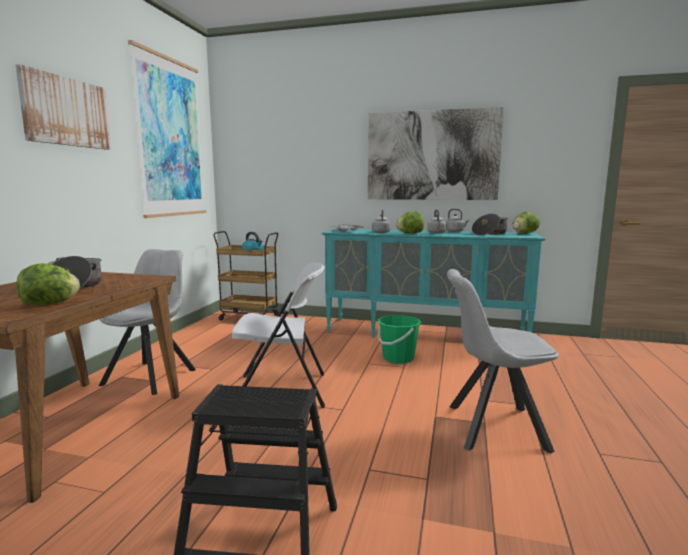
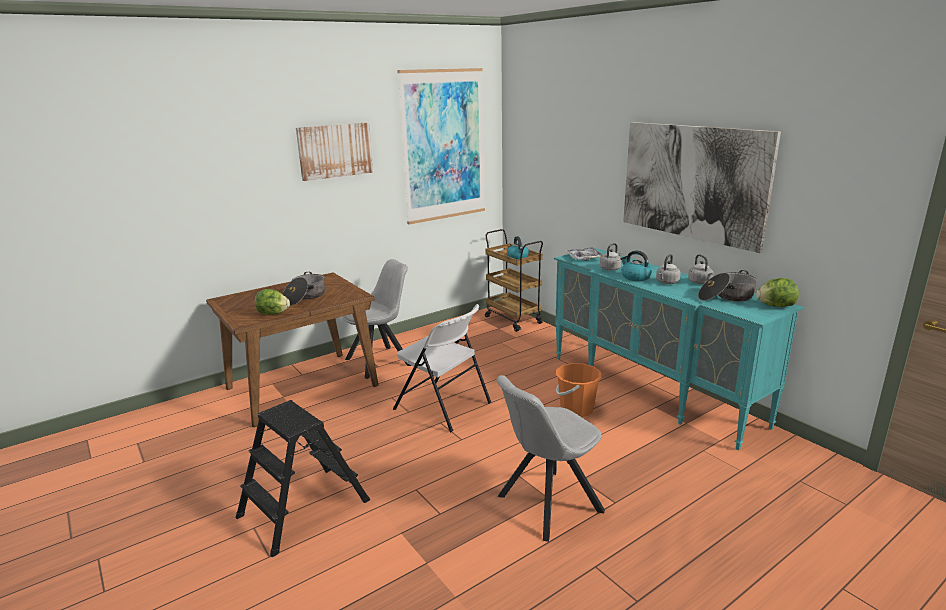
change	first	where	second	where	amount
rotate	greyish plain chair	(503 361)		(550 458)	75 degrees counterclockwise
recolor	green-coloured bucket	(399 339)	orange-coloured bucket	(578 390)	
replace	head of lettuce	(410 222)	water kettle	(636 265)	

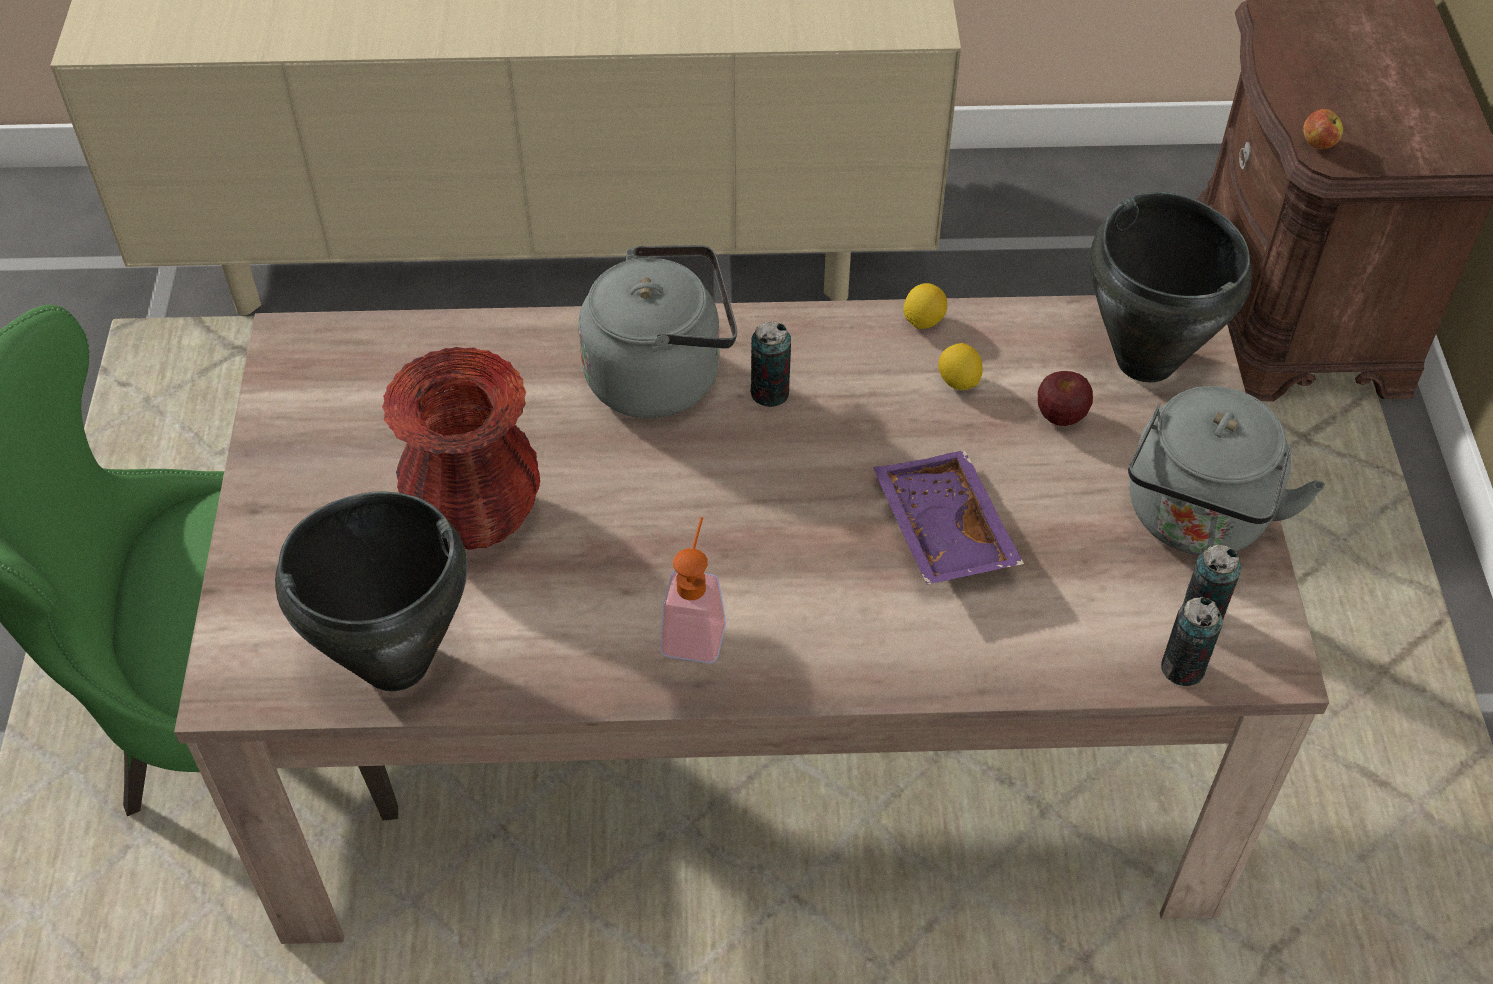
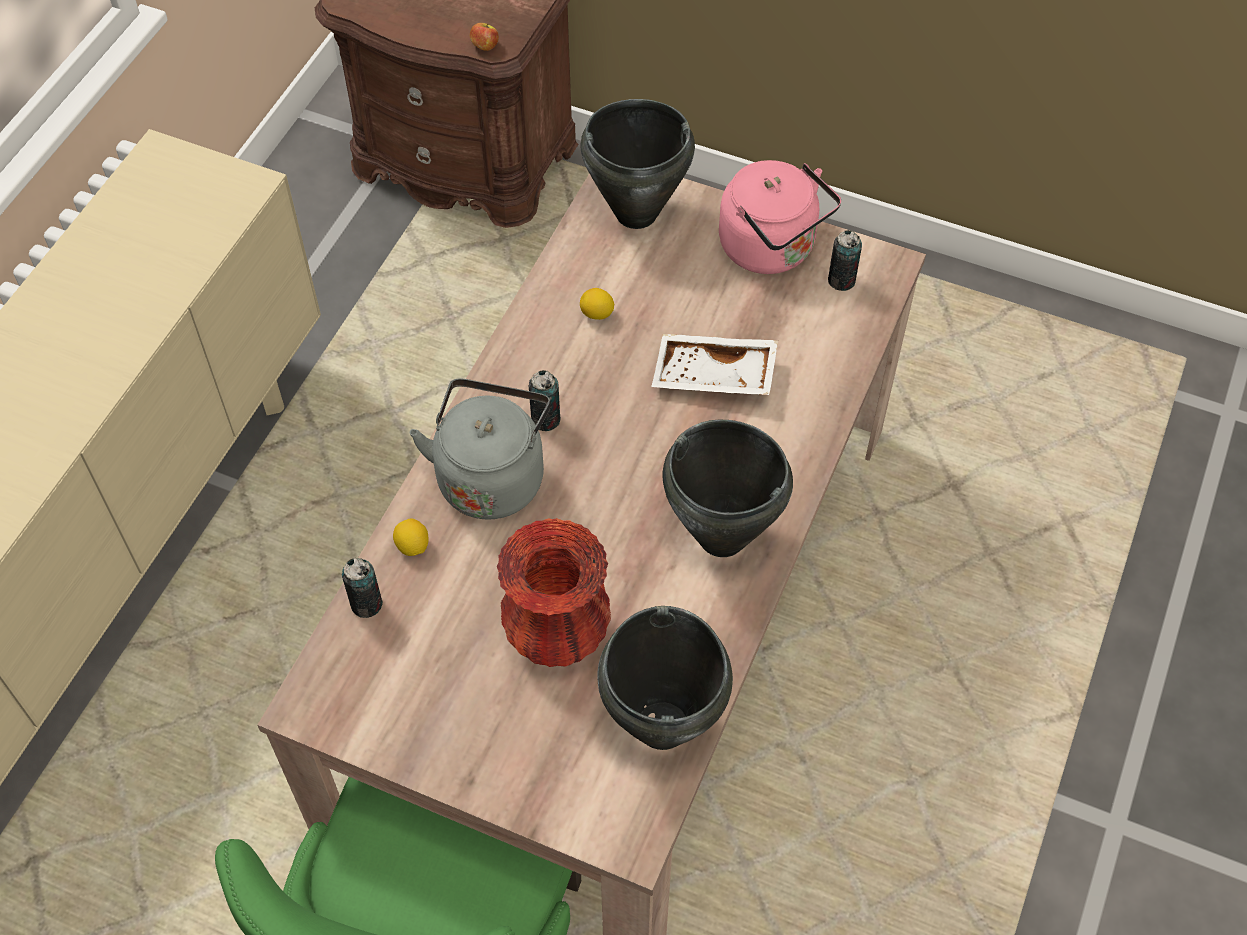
change	first	where	second	where	amount
move	metal can	(1192 641)		(362 587)	
move	lemon	(925 306)		(411 537)	
recolor	purplish tray	(948 517)	white tray	(714 364)	
replace	liquid soap bottle	(693 590)	black cooking pot	(728 488)	
recolor	greyish water kettle	(1226 470)	pink-coloured water kettle	(780 217)	
delete	whole apple	(1065 398)			

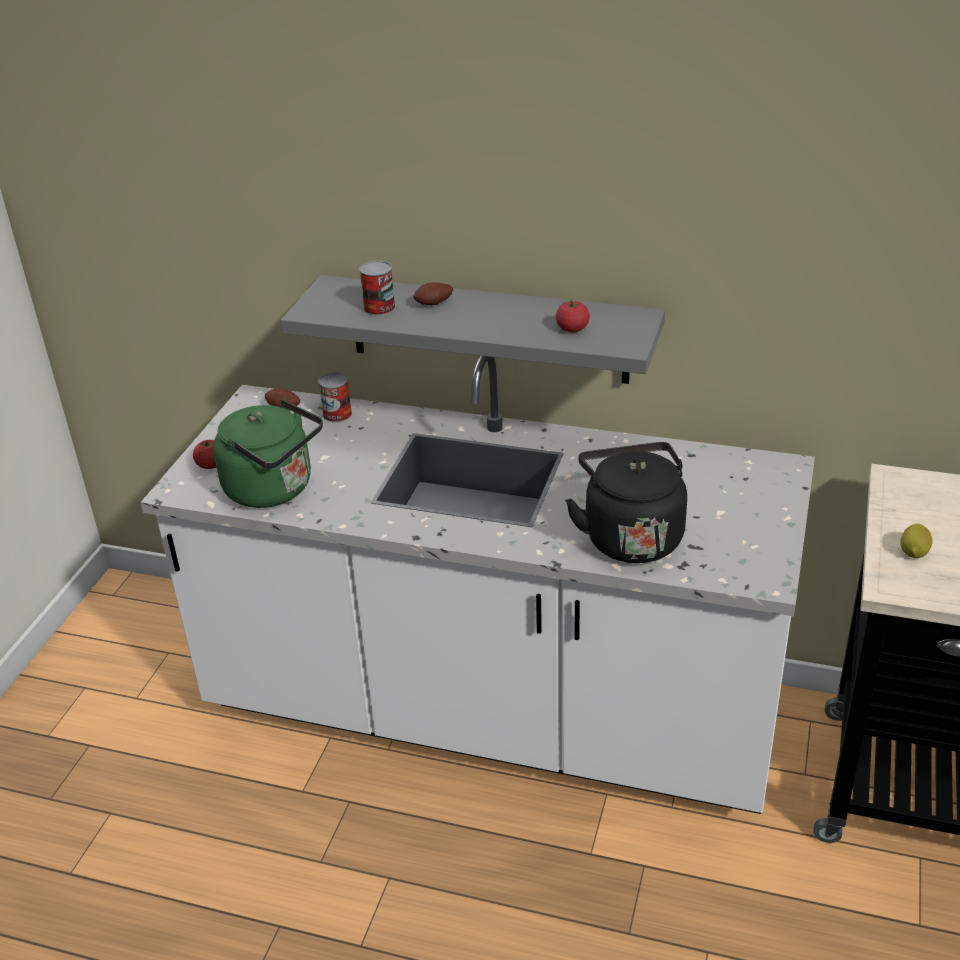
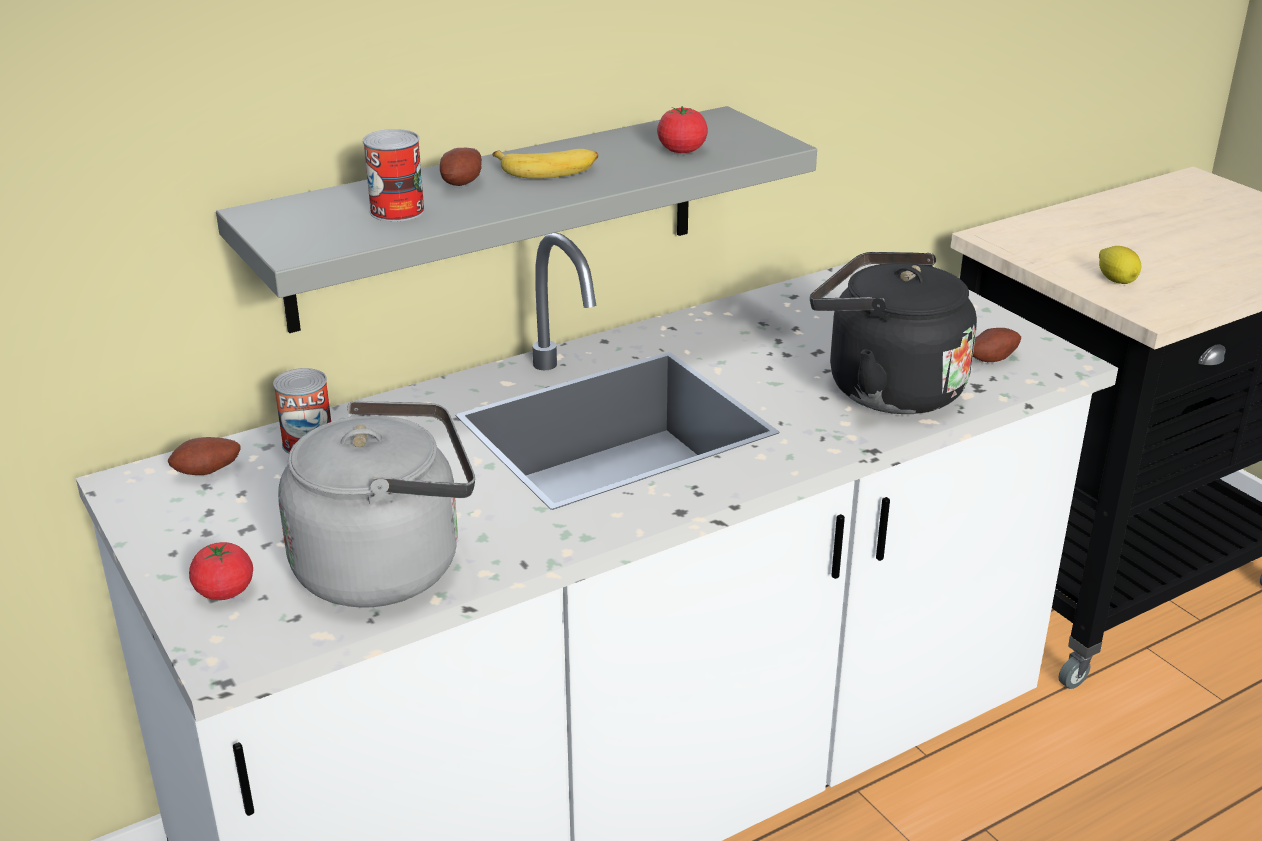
change	first	where	second	where	amount
recolor	green-coloured water kettle	(268 453)	greyish water kettle	(376 504)	
insert			whole banana	(545 164)	
insert			potato	(997 345)	

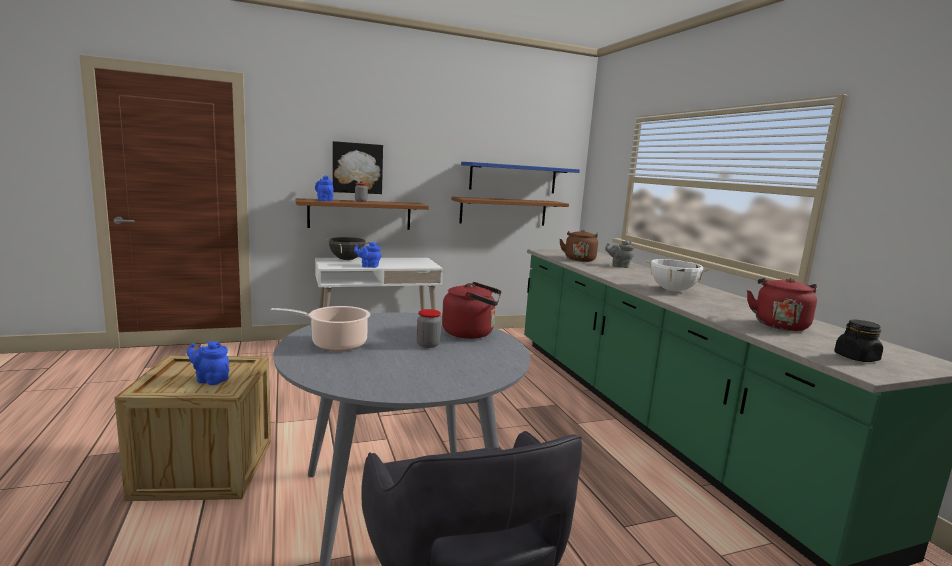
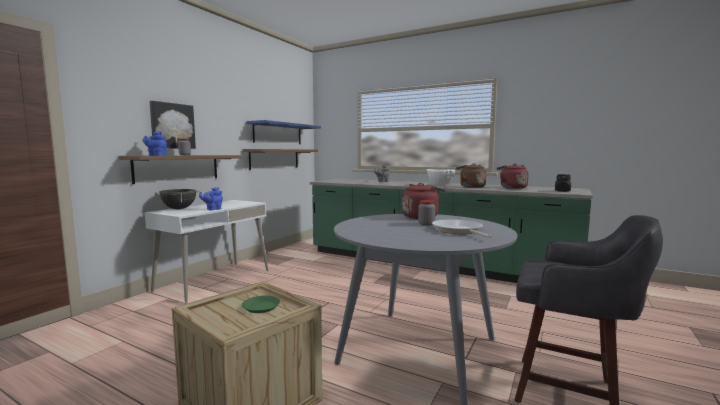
change	first	where	second	where	amount
replace	blue pot for tea	(208 363)	green-coloured plate	(261 304)	
insert			skillet	(462 228)	
move	brown-coloured water kettle	(579 246)		(471 175)	
delete	cooking pot	(320 328)			

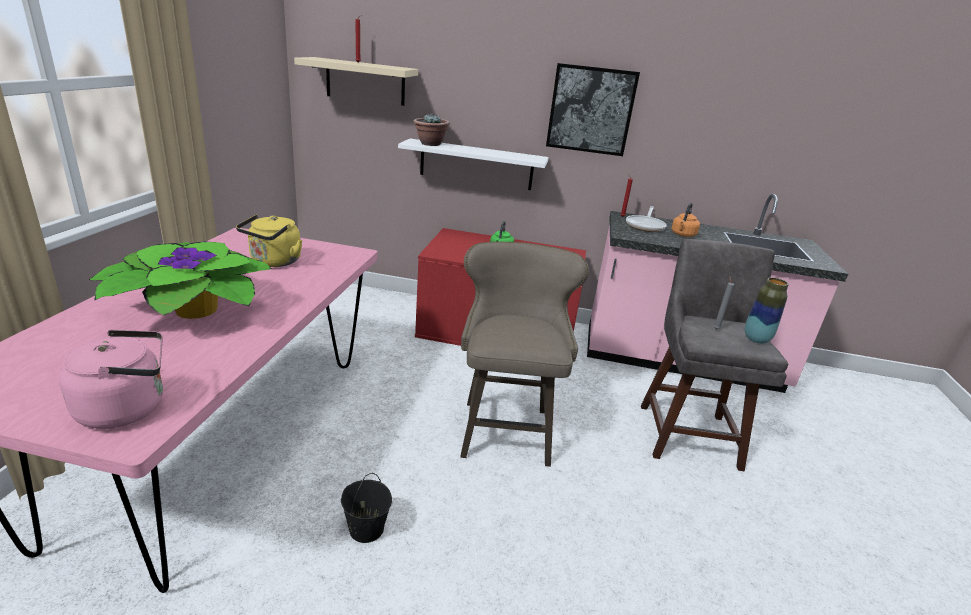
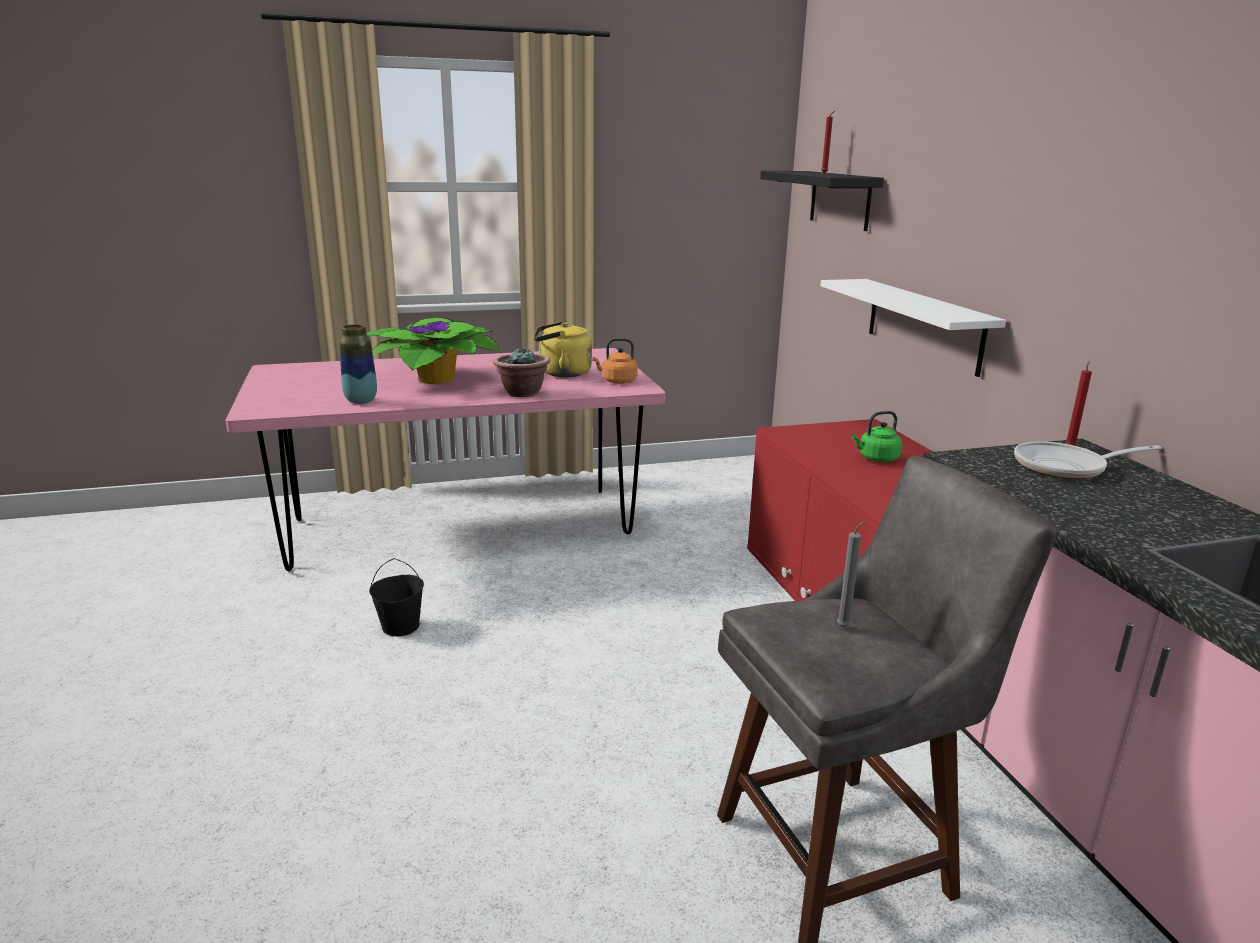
change	first	where	second	where	amount
move	decorative vase	(767 310)		(358 364)	
move	plant in a pot	(431 130)		(521 372)	
move	orange-coloured water kettle	(685 220)		(615 361)	
recolor	beige-coloured shelf	(356 81)	black shelf	(822 201)	
delete	pink-coloured water kettle	(111 379)			
delete	beige-coloured sitting stool	(525 354)			
delete	wall art	(593 109)			

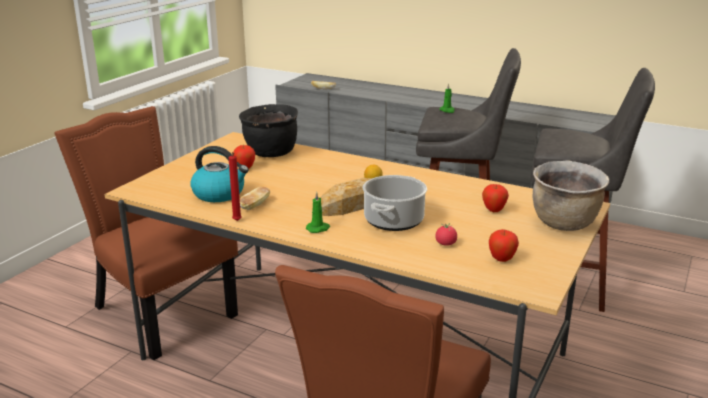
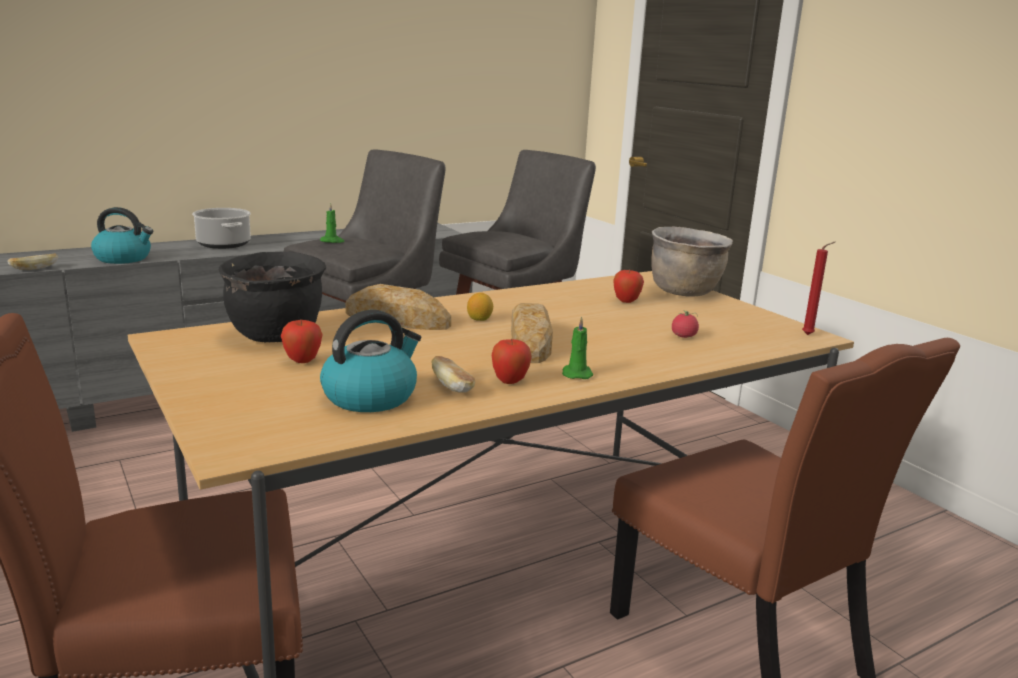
change	first	where	second	where	amount
insert			water kettle	(122 235)	
move	cooking pot	(394 203)		(221 228)	
insert			bread	(398 307)	
move	whole apple	(504 245)		(512 361)	
move	reddish wax candle	(235 186)		(818 288)	

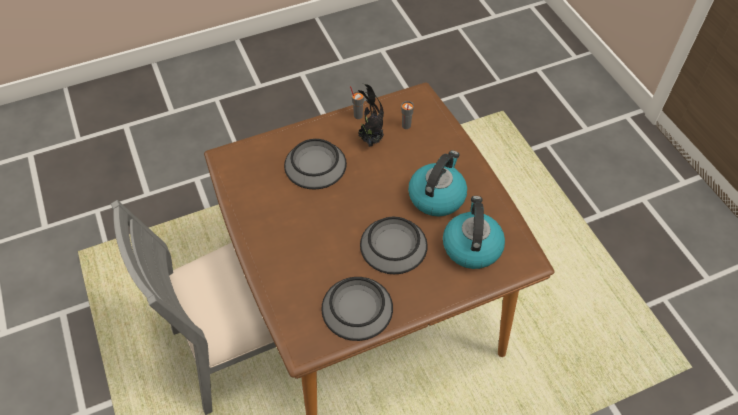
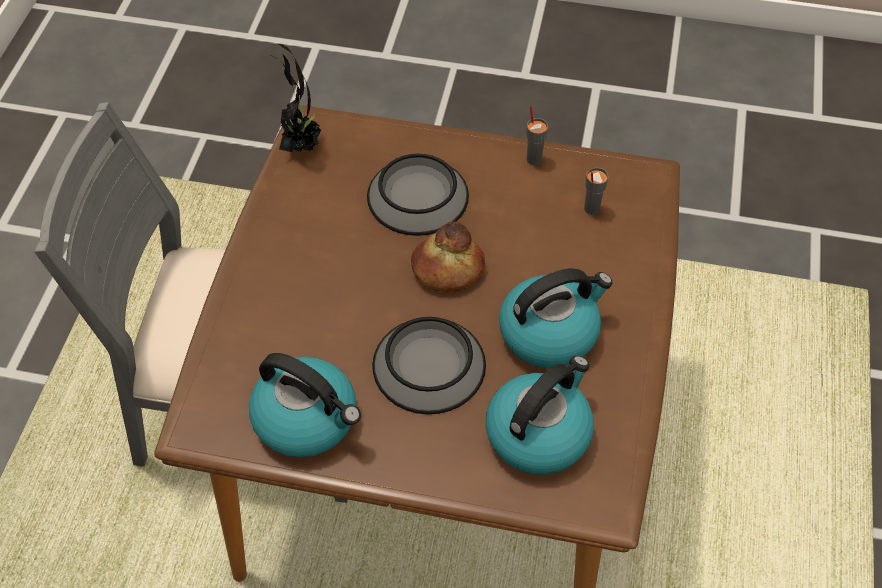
change	first	where	second	where	amount
replace	bowl	(357 309)	water kettle	(305 405)	
move	plant in a pot	(370 115)		(295 98)	
insert			bread	(448 256)	

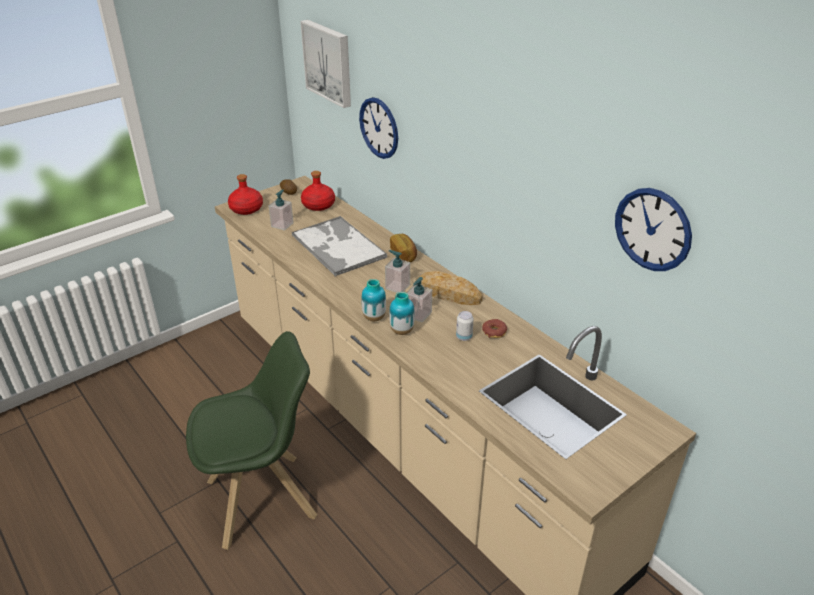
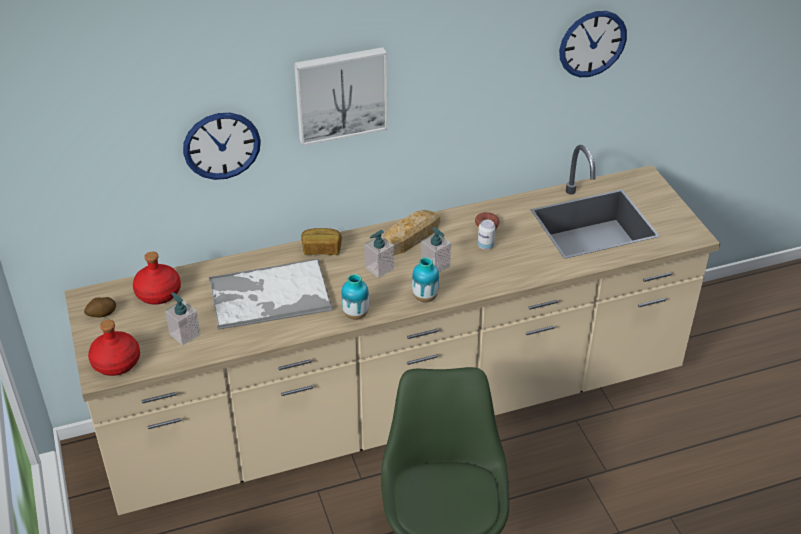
change	first	where	second	where	amount
move	wall art	(325 63)		(340 96)	
move	decorative vase	(402 313)		(355 297)	

